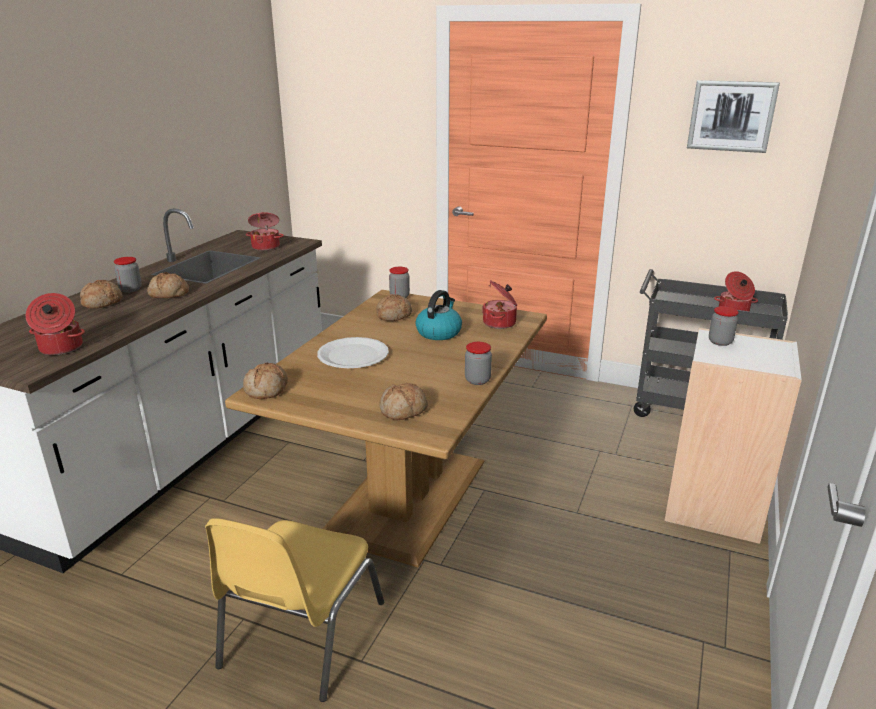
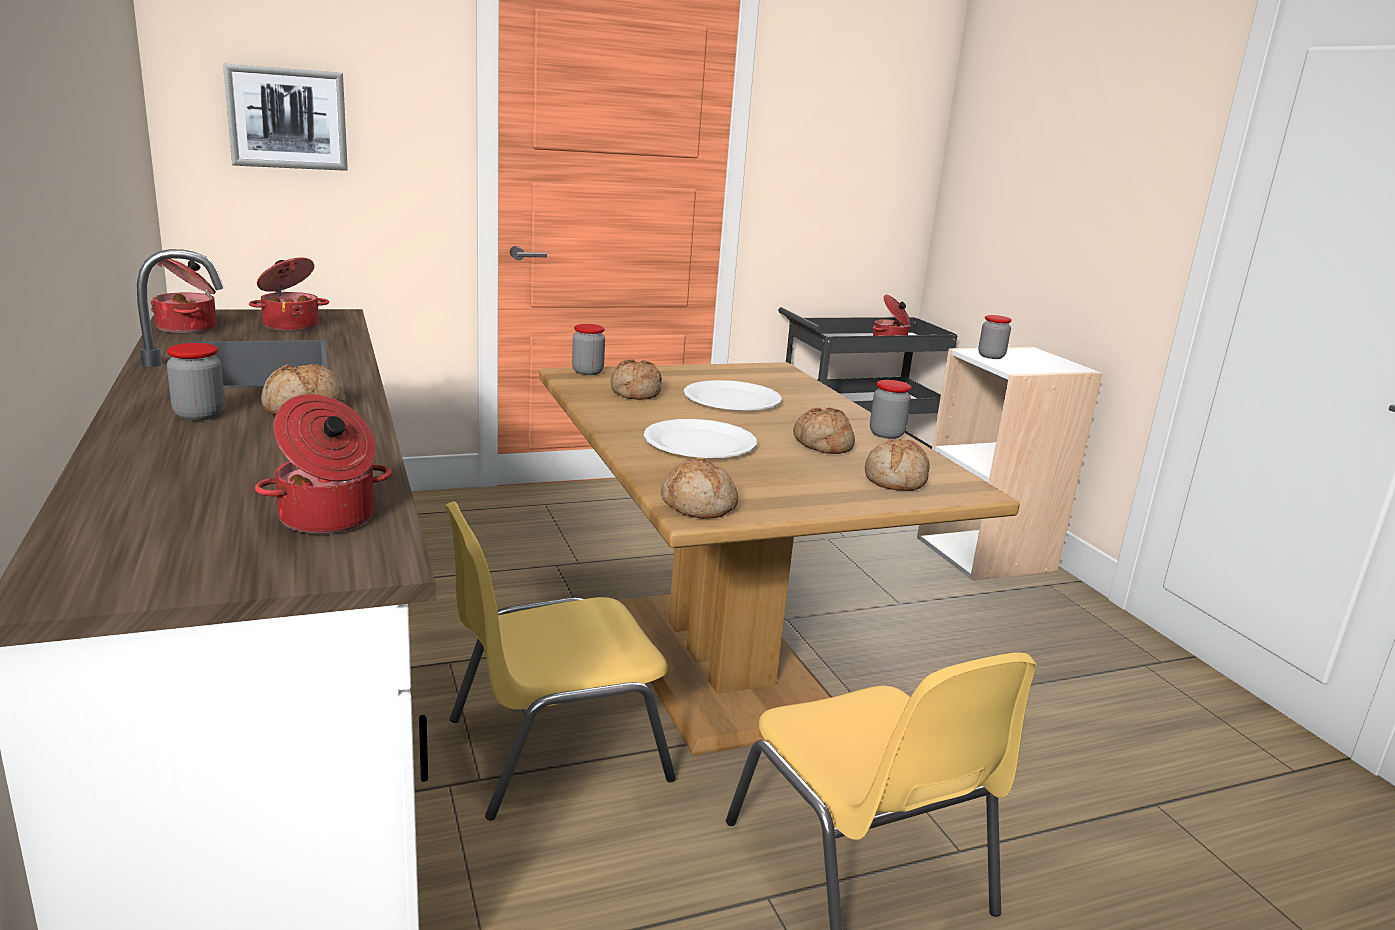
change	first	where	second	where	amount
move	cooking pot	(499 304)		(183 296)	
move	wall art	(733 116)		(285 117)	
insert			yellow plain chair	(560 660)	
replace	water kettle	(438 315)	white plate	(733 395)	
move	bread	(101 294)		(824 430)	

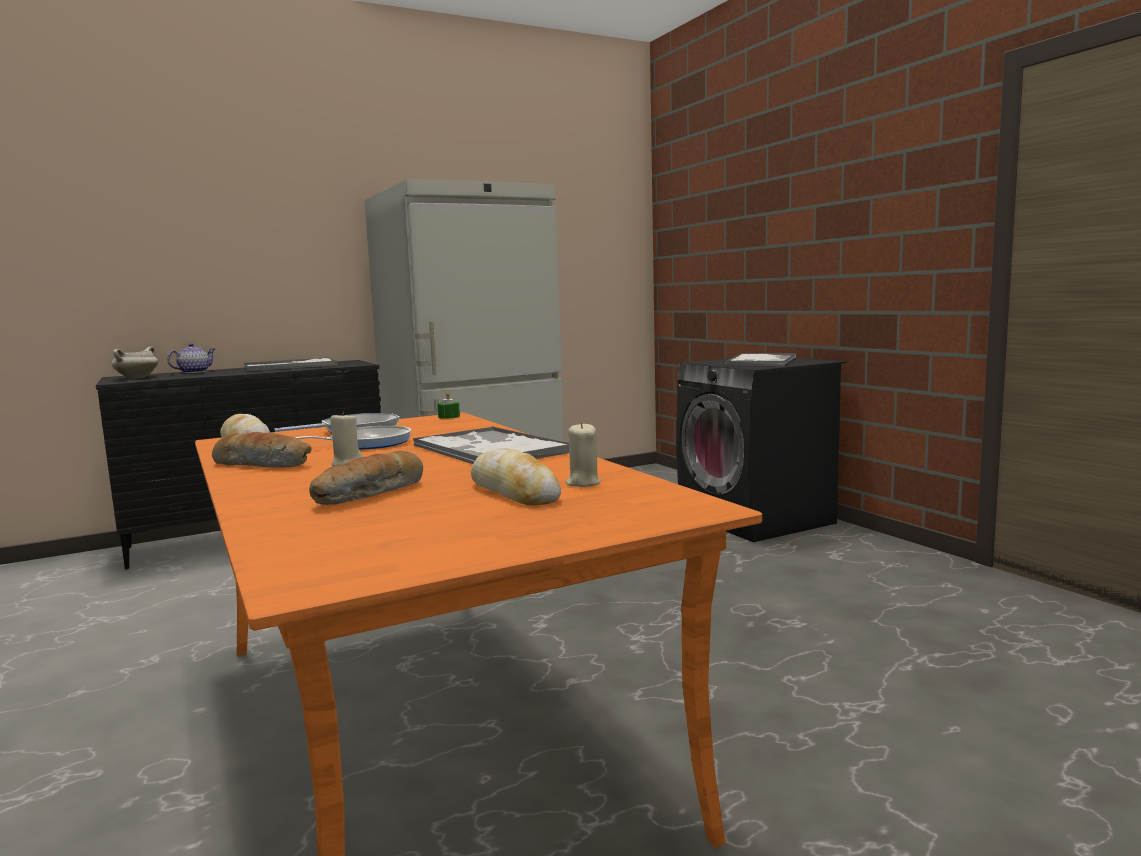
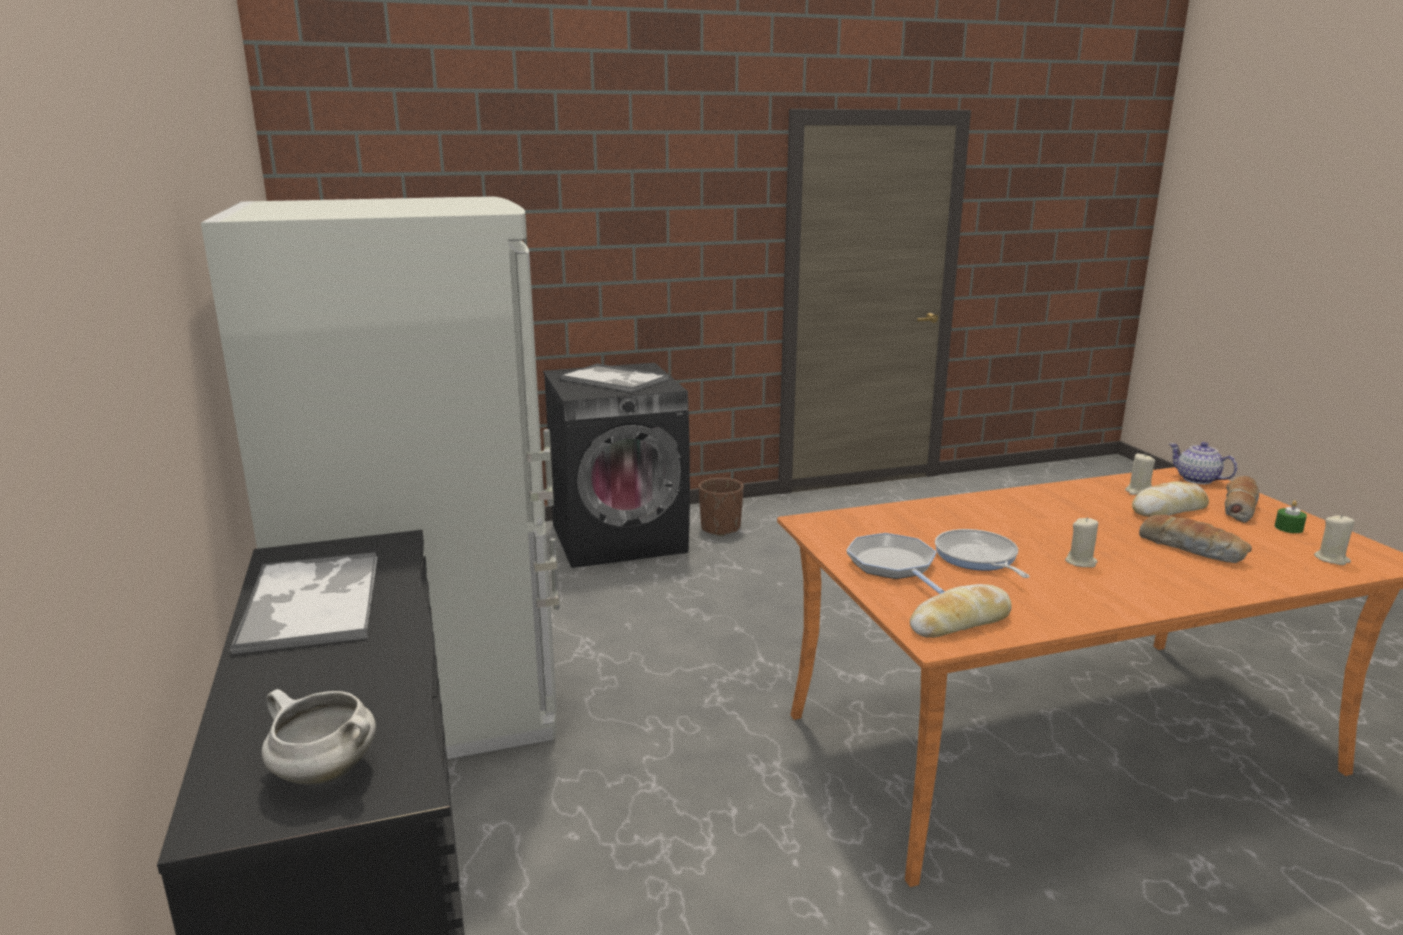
change	first	where	second	where	amount
insert			brown-coloured planter	(721 507)	
move	pot for tea	(191 358)		(1203 463)	
move	bread	(261 450)		(1242 499)	
move	green-coloured wax candle	(448 405)		(1291 516)	
insert			beige-coloured wax candle	(1334 539)	
delete	tray	(491 445)			

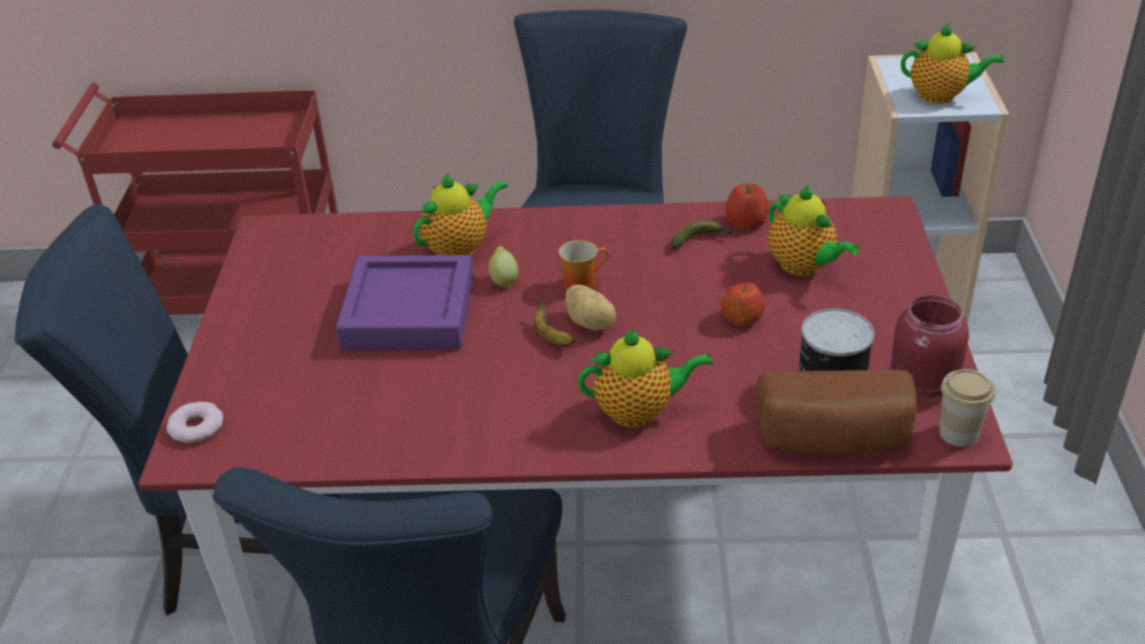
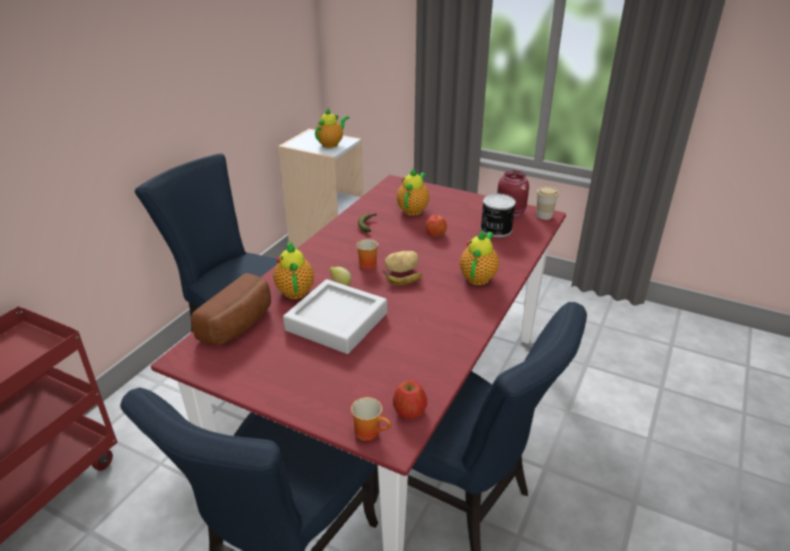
change	first	where	second	where	amount
move	bread	(836 412)		(231 309)	
recolor	purplish tray	(405 302)	greyish tray	(335 316)	
replace	donut	(194 422)	mug	(371 419)	
move	whole apple	(747 206)		(410 399)	
rotate	pot for tea	(814 231)		(413 192)	60 degrees counterclockwise

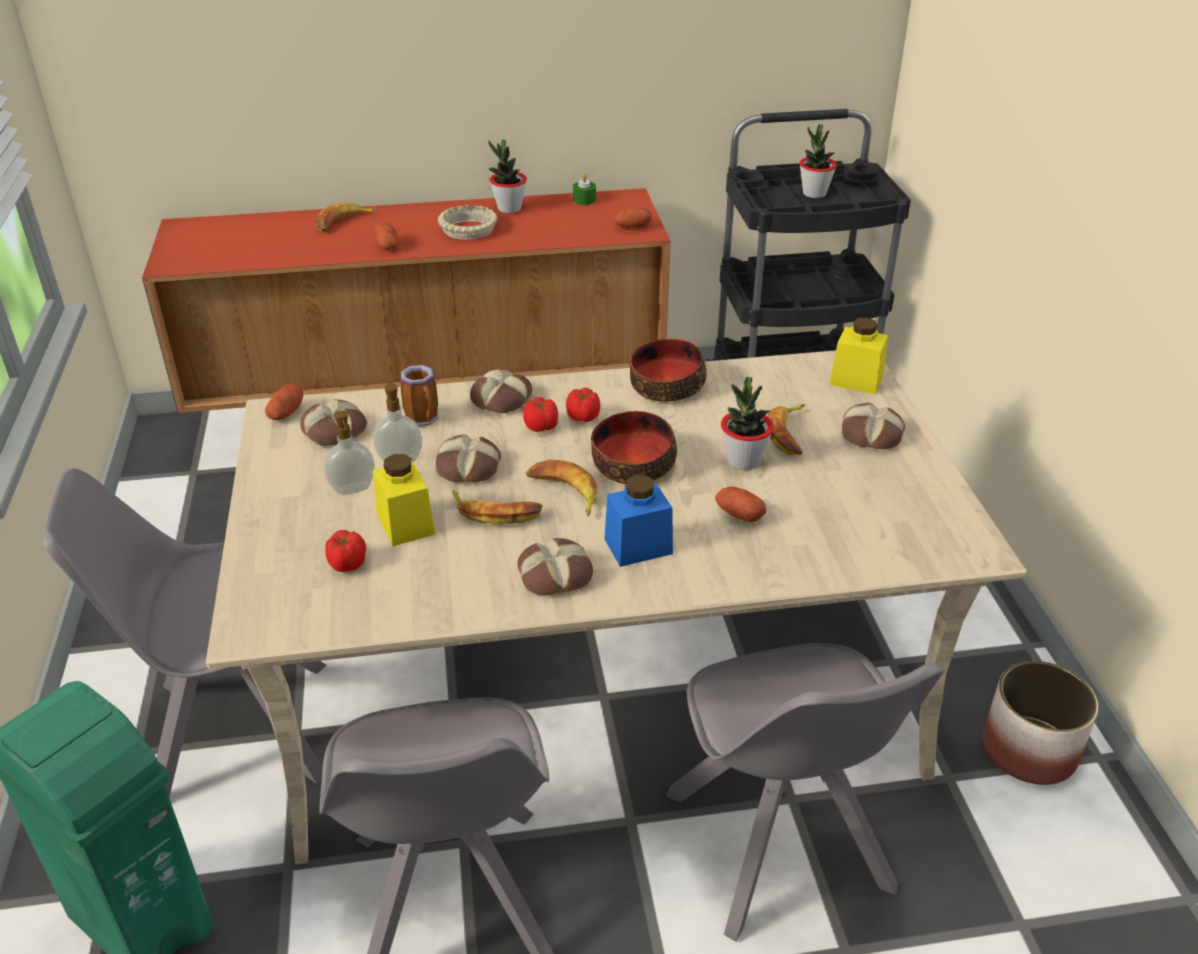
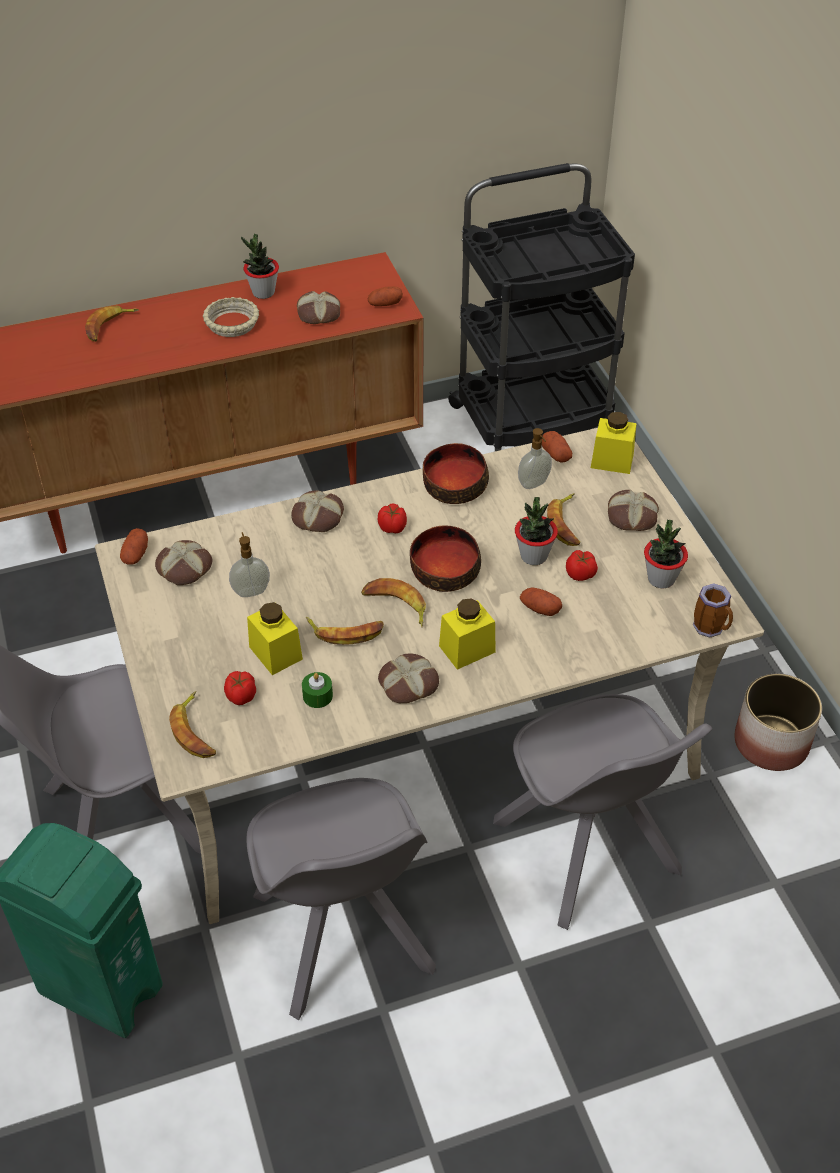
change	first	where	second	where	amount
insert			whole banana	(192 724)	
move	bread	(468 458)		(318 307)	
move	green-coloured wax candle	(584 189)		(317 690)	
recolor	blue preserve jar	(638 521)	yellow preserve jar	(467 634)	
move	liquid soap bottle	(349 452)		(535 458)	
move	potato	(386 236)		(557 447)	
move	fresh tomato	(540 414)		(582 565)	
move	plant in a pot	(818 161)		(666 554)	
move	mug	(419 395)		(713 611)	

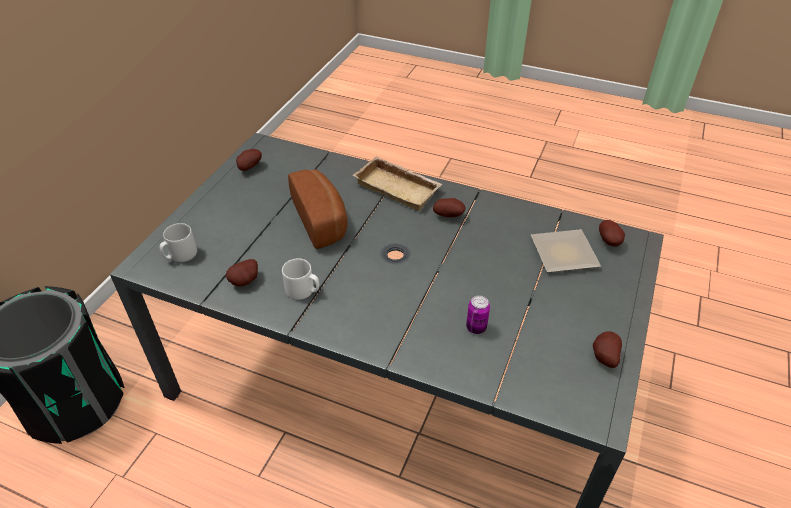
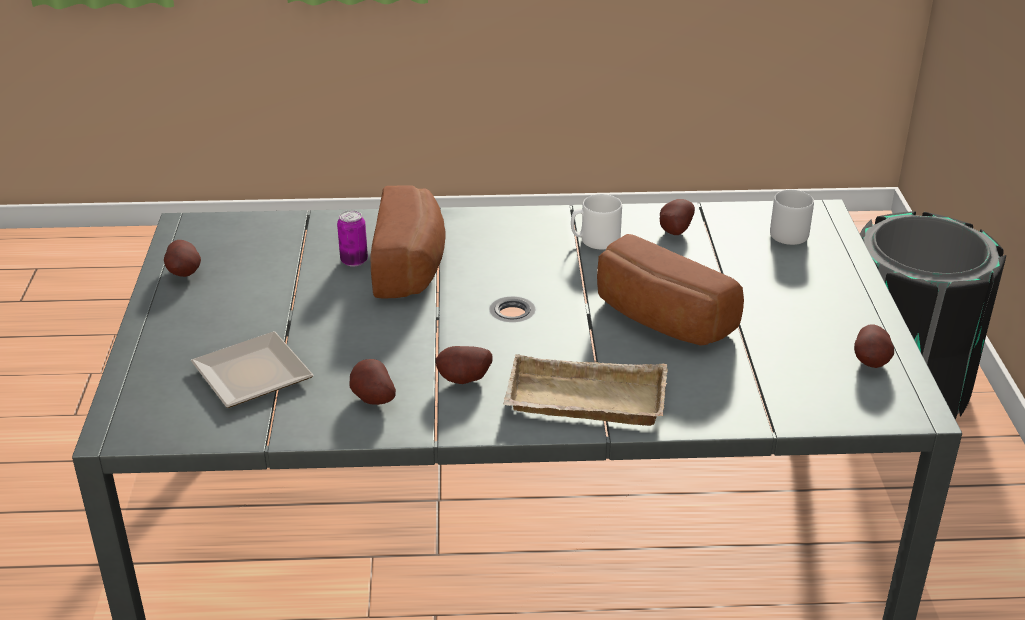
change	first	where	second	where	amount
move	potato	(612 233)		(372 382)	
insert			bread	(407 242)	

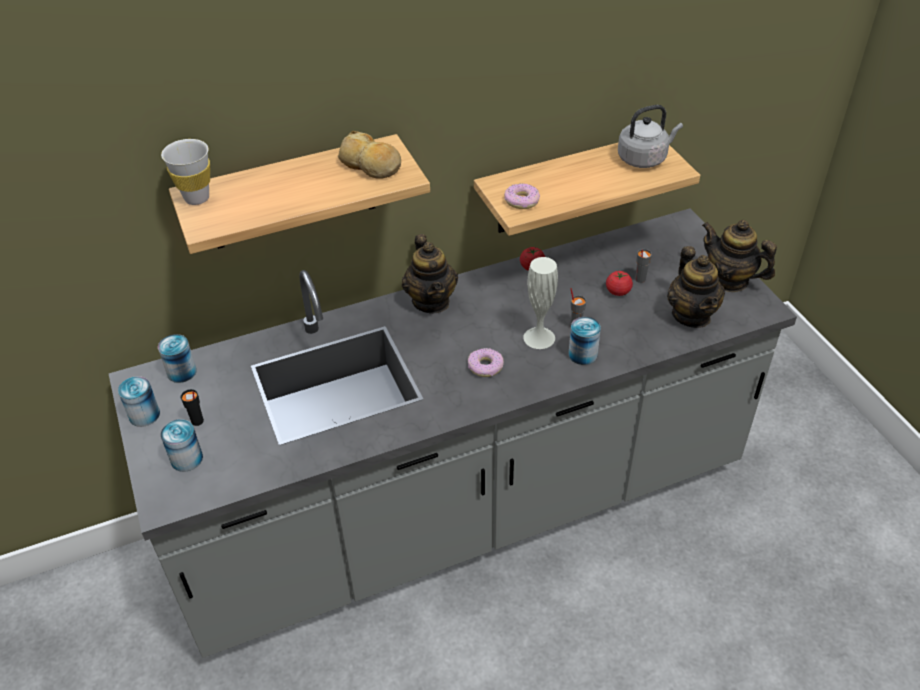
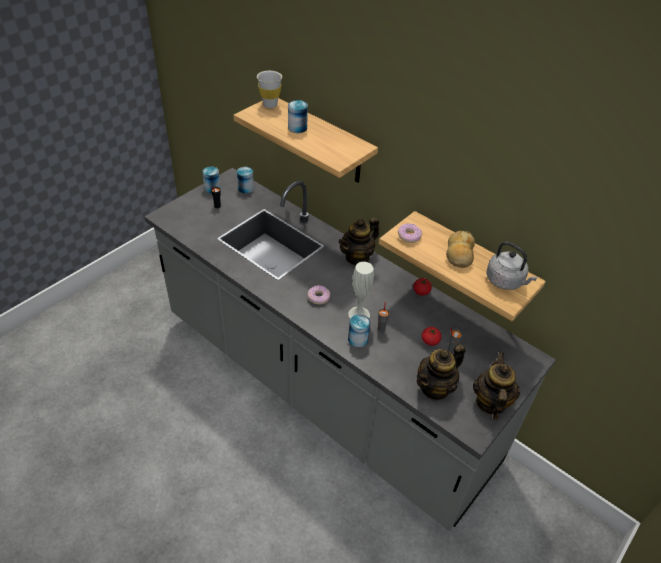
change	first	where	second	where	amount
move	metal can	(182 445)		(298 116)	
move	bread	(369 155)		(460 249)	

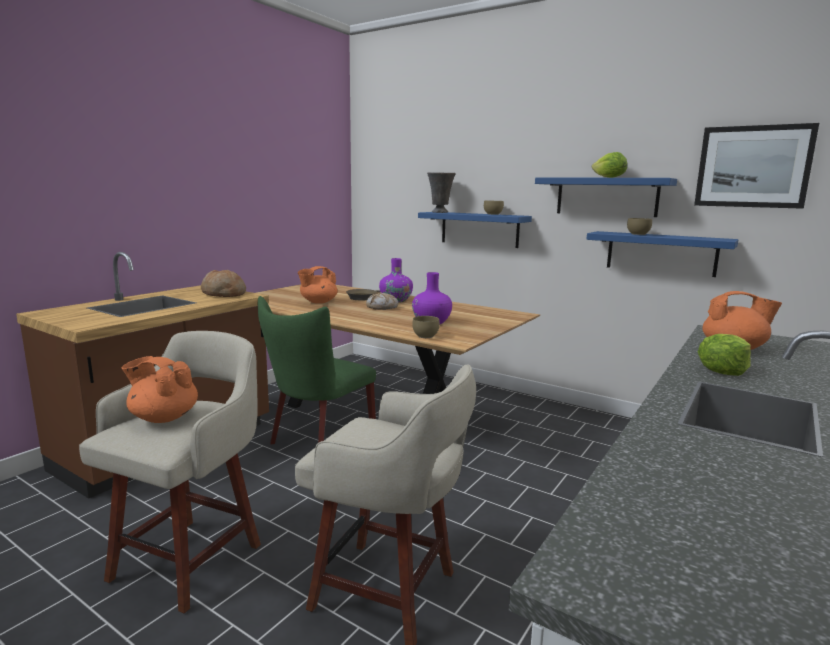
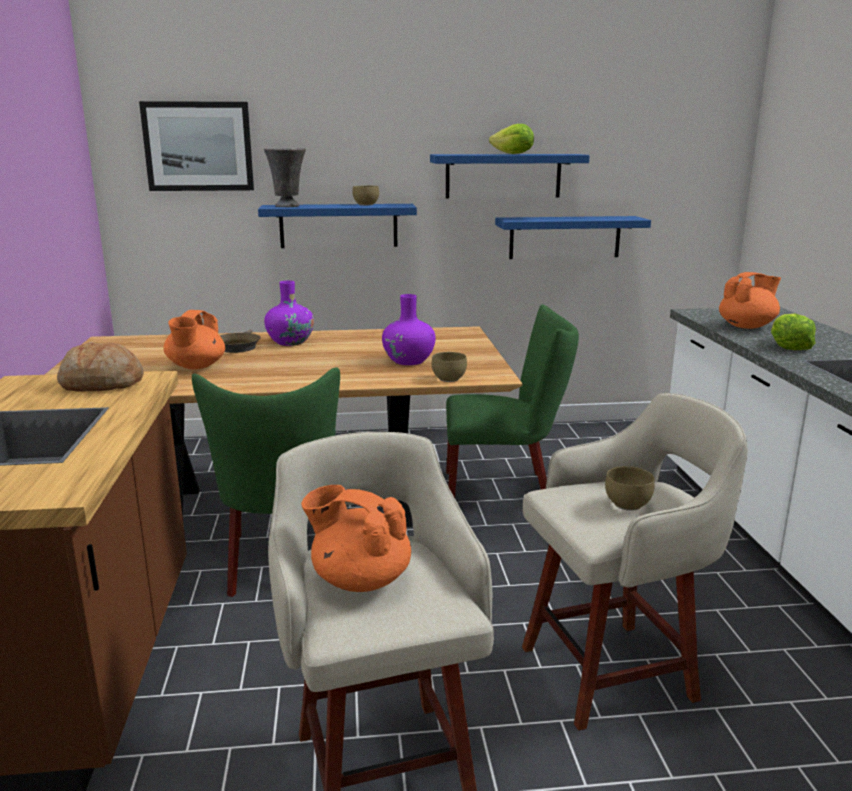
change	first	where	second	where	amount
move	wall art	(756 166)		(196 146)	
rotate	orange-coloured pot for tea	(160 389)		(356 538)	45 degrees clockwise
insert			green-coloured plain chair	(512 401)	
move	brown-coloured bowl	(639 226)		(630 488)	
delete	bread	(382 301)			

